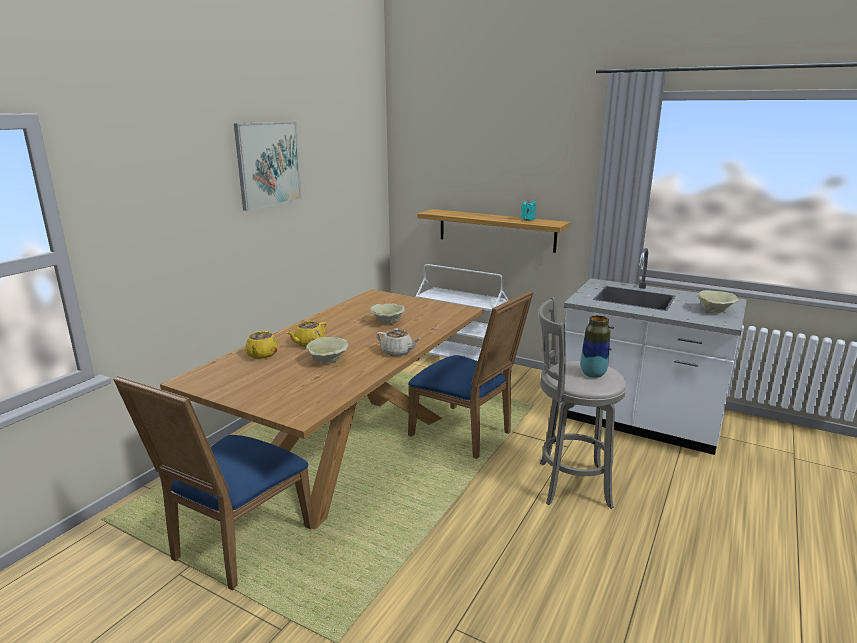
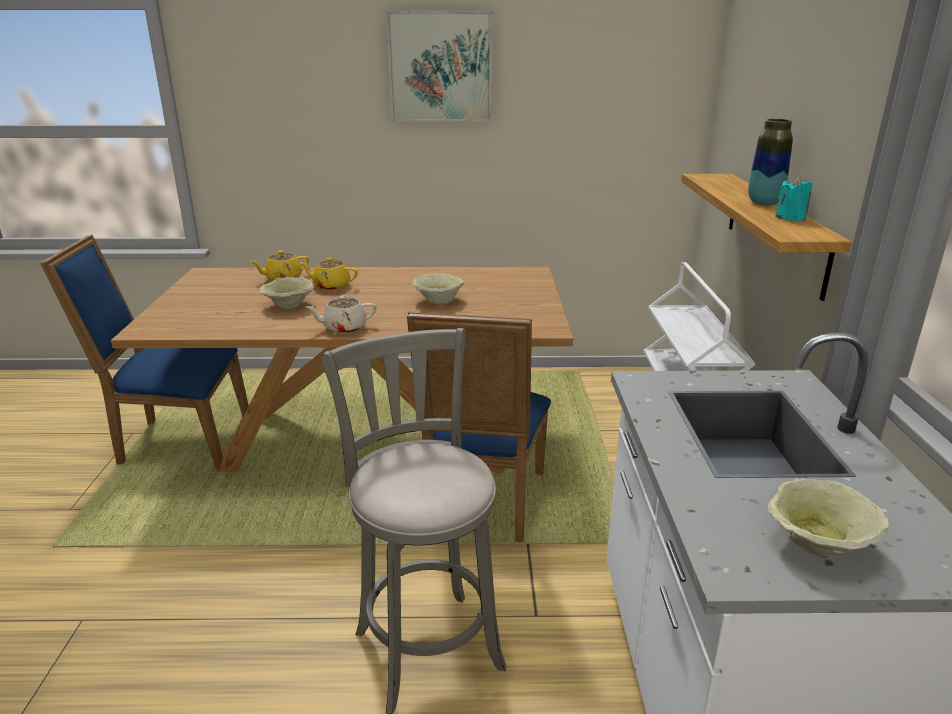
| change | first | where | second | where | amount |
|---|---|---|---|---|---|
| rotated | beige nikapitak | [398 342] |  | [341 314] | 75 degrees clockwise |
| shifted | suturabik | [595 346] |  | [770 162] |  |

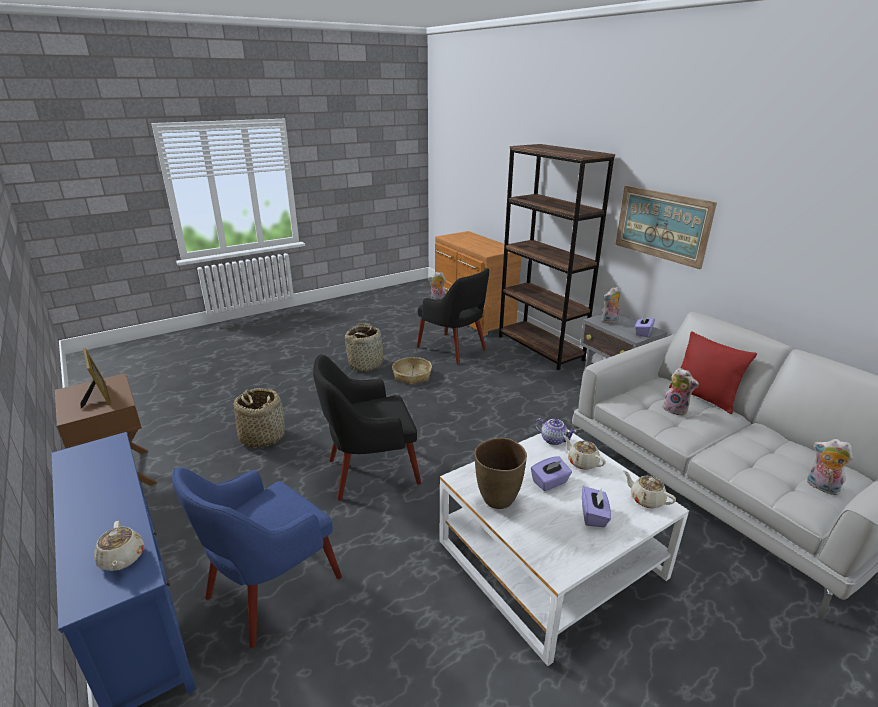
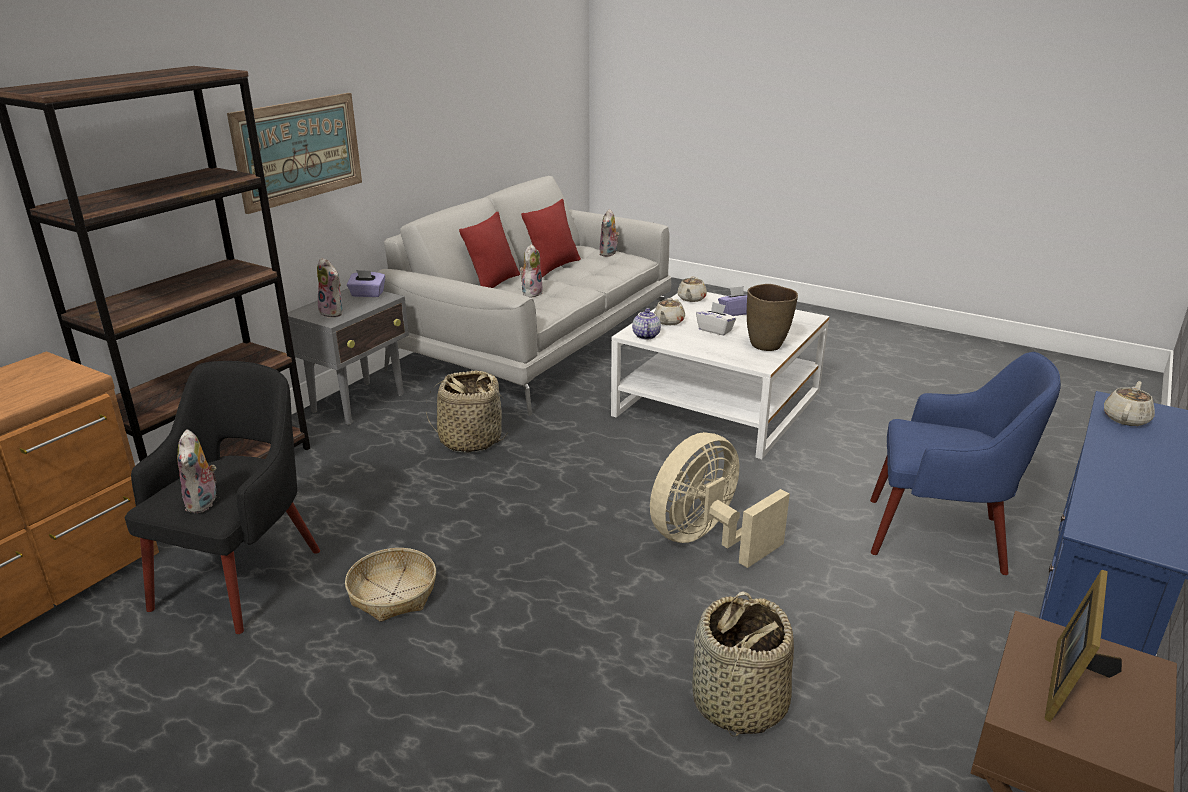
| change | first | where | second | where | amount |
|---|---|---|---|---|---|
| swapped | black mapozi | [367 428] | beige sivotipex | [720 500] |  |
| shifted | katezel | [364 347] |  | [467 411] |  |
| repainted | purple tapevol | [551 473] | white tapevol | [716 319] |  |
| new |  |  | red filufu | [551 238] |  |

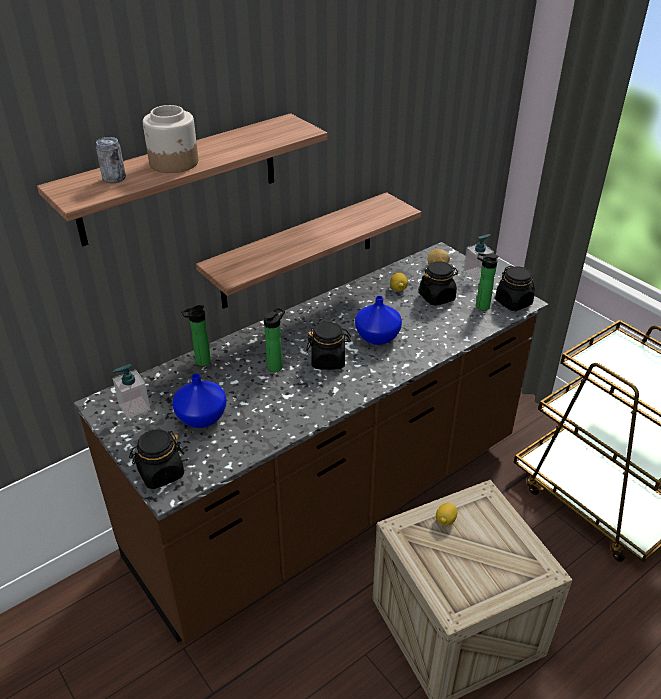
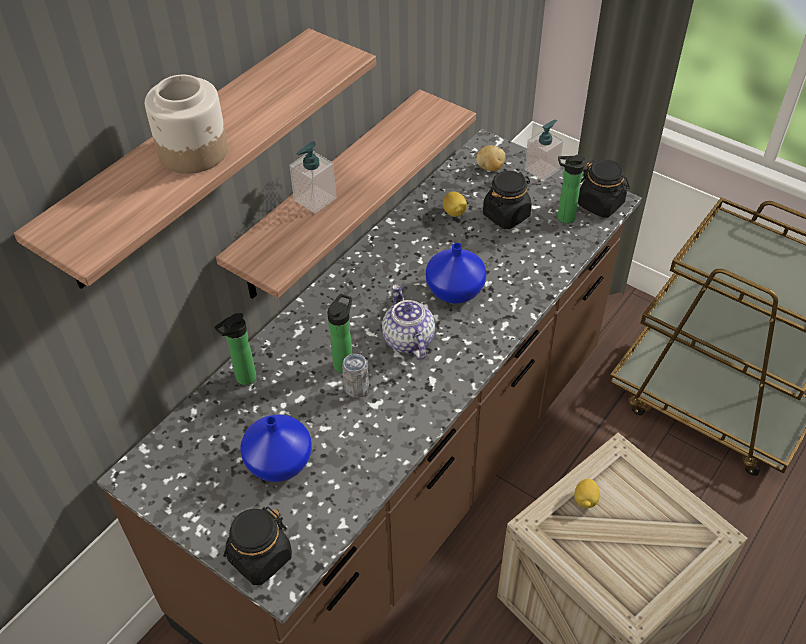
| change | first | where | second | where | amount |
|---|---|---|---|---|---|
| shifted | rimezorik | [111 160] |  | [355 376] |  |
| shifted | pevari | [131 391] |  | [312 177] |  |
| swapped | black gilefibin | [329 346] | nikapitak | [408 322] |  |

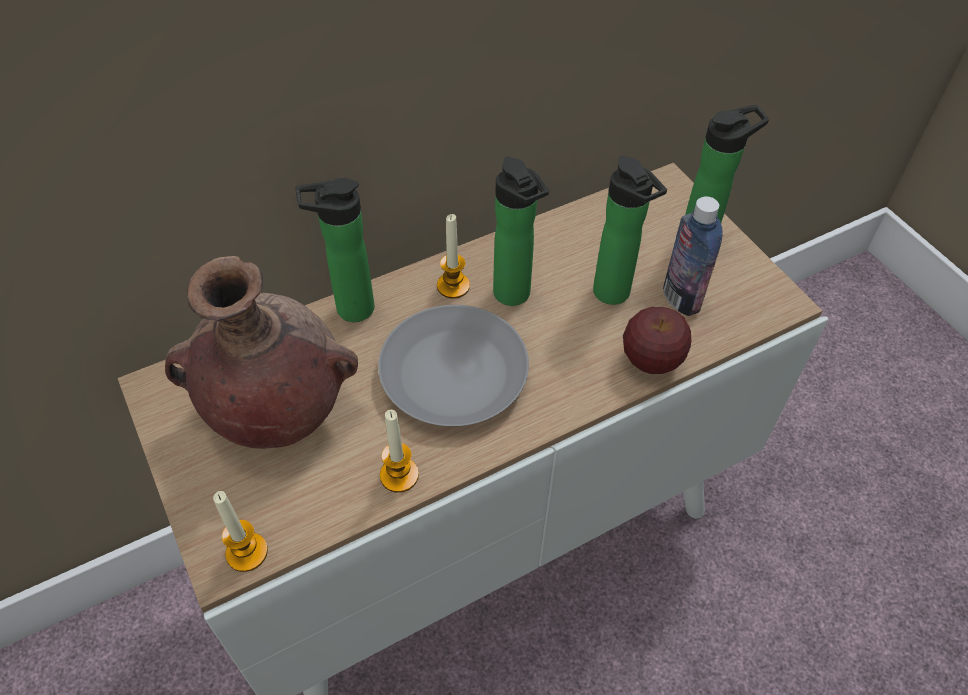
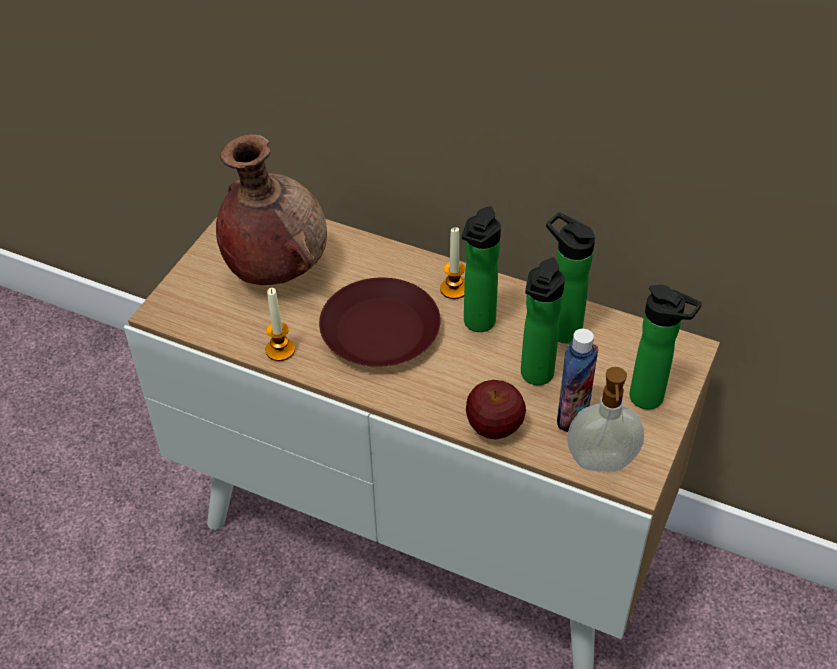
| change | first | where | second | where | amount |
|---|---|---|---|---|---|
| gone | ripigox | [240 531] |  |  |  |
| shifted | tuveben | [335 250] |  | [570 277] |  |
| repainted | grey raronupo | [453 365] | brown raronupo | [379 322] |  |
| new |  |  | pevari | [605 419] |  |

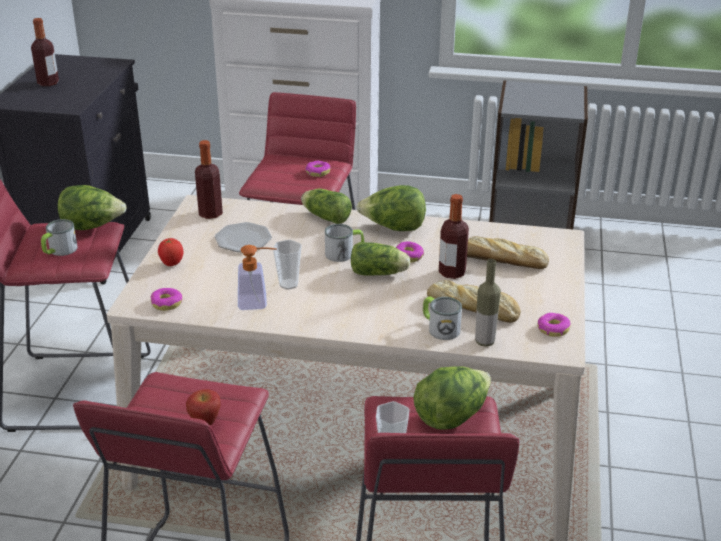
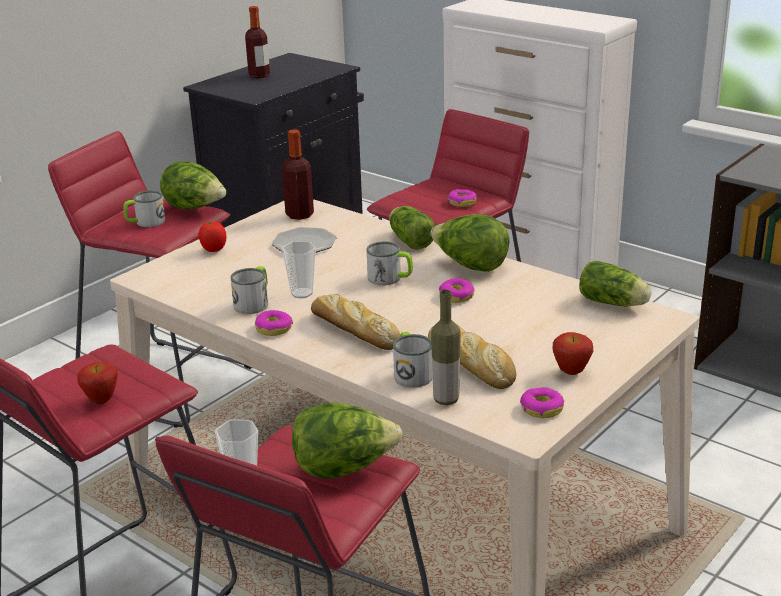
| change | first | where | second | where | amount |
|---|---|---|---|---|---|
| shifted | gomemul | [166 299] |  | [274 323] |  |
| swapped | pevari | [257 277] | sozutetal | [249 290] |  |
| shifted | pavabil | [380 259] |  | [615 283] |  |
| gone | tuveben | [454 236] |  |  |  |
| shifted | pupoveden | [508 252] |  | [356 322] |  |
| new |  |  | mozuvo | [573 353] |  |

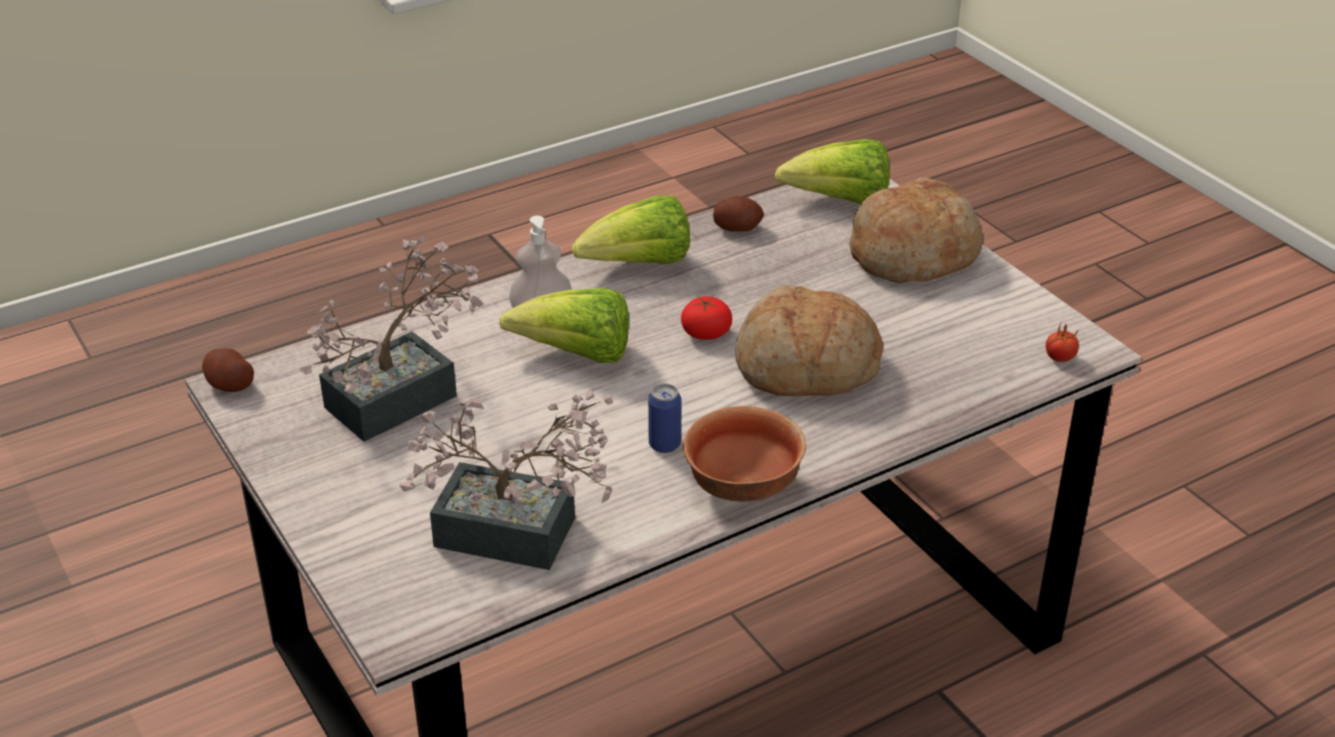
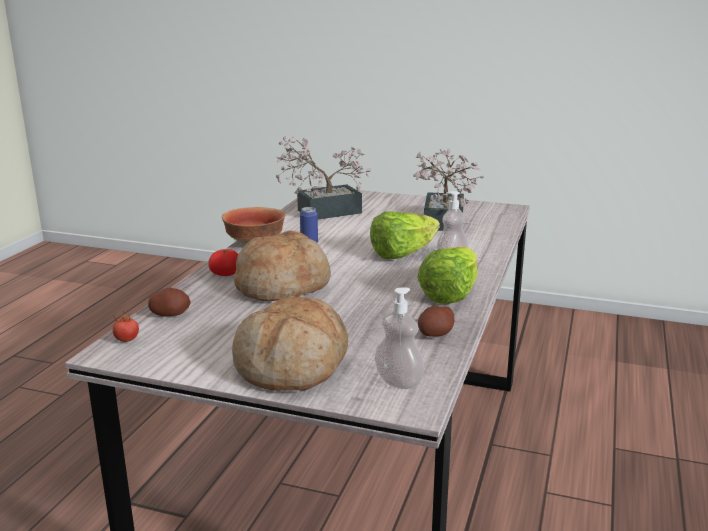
| change | first | where | second | where | amount |
|---|---|---|---|---|---|
| shifted | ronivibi | [228 370] |  | [169 302] |  |
| shifted | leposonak | [706 318] |  | [223 262] |  |
| swapped | pavabil | [832 171] | pevari | [400 338] |  |

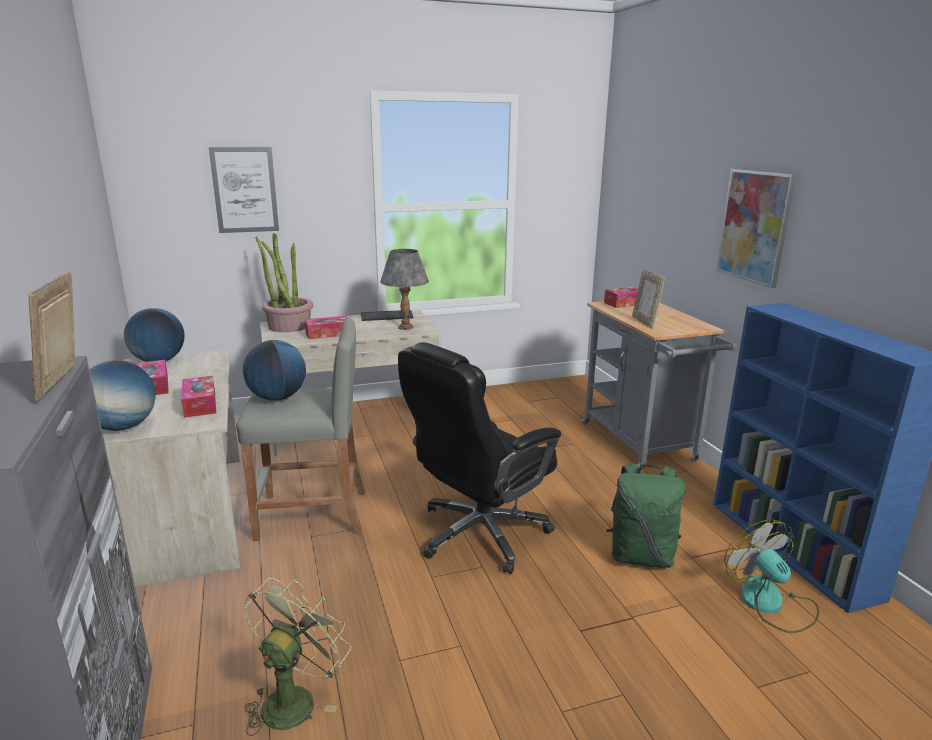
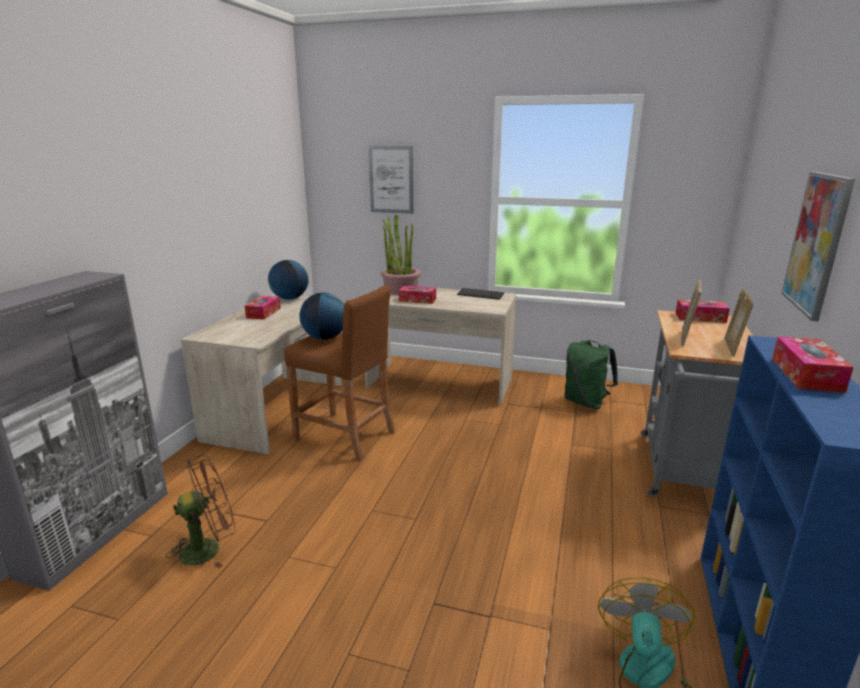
| change | first | where | second | where | amount |
|---|---|---|---|---|---|
| shifted | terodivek | [52 336] |  | [739 323] |  |
| gone | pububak | [122 395] |  |  |  |
| shifted | tapevol | [198 397] |  | [813 364] |  |
| repainted | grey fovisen | [300 429] | brown fovisen | [339 373] |  |
| repainted | green sivotipex | [297 657] | brown sivotipex | [200 512] |  |
| gone | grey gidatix | [404 289] |  |  |  |
| gone | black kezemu | [479 458] |  |  |  |
| shifted | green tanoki | [646 515] |  | [591 374] |  |

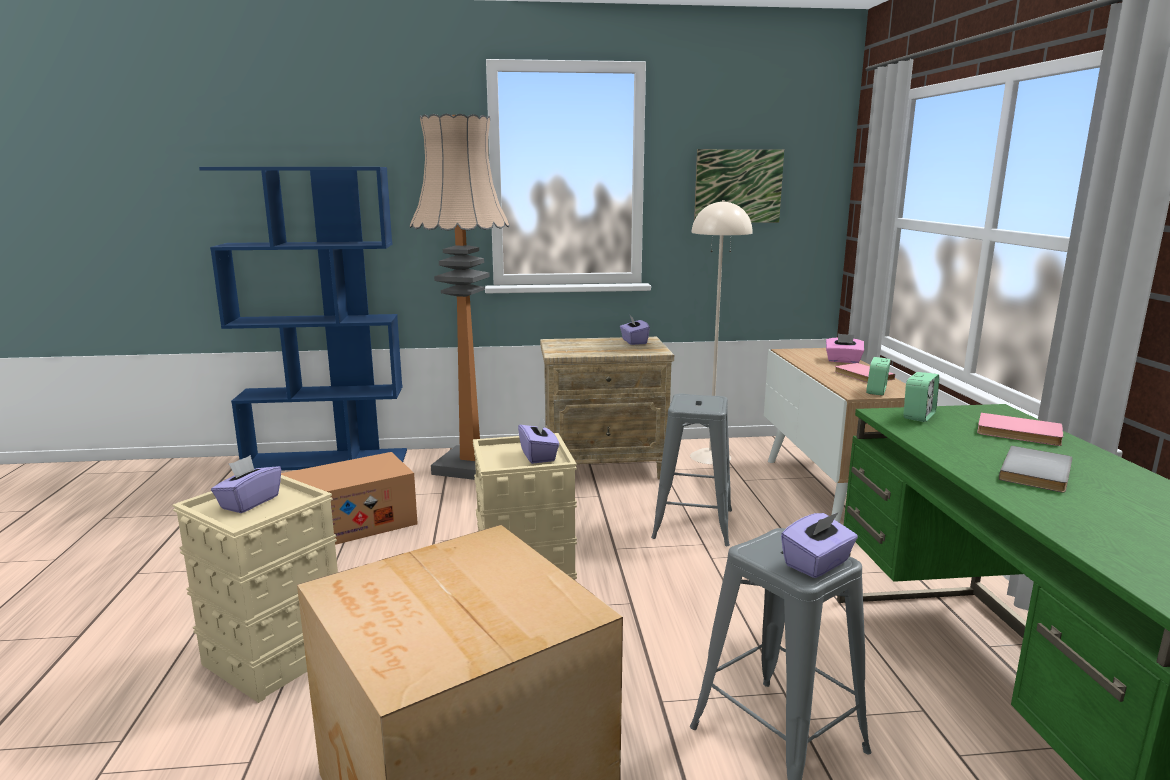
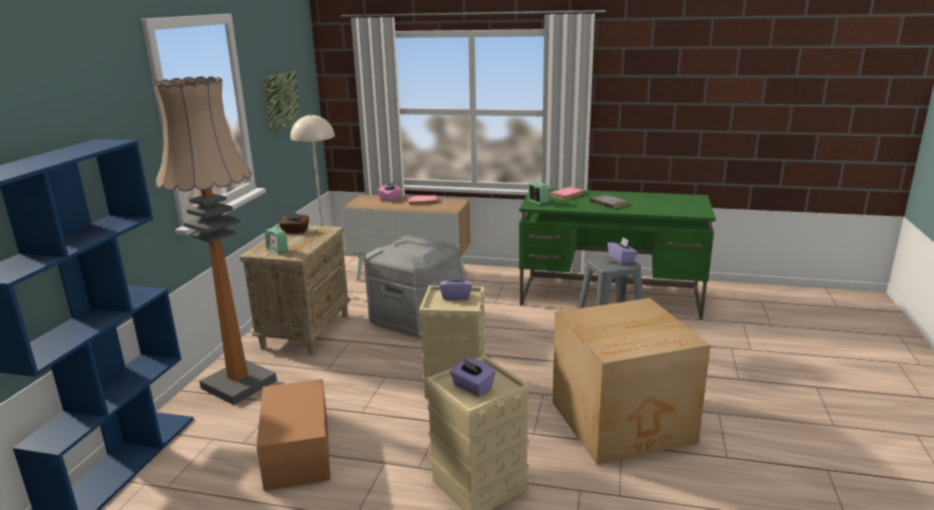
| change | first | where | second | where | amount |
|---|---|---|---|---|---|
| repainted | purple tapevol | [635 329] | brown tapevol | [294 223] |  |
| swapped | grey fovisen | [691 470] | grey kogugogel | [412 286] |  |
| shifted | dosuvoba | [878 376] |  | [276 240] |  |

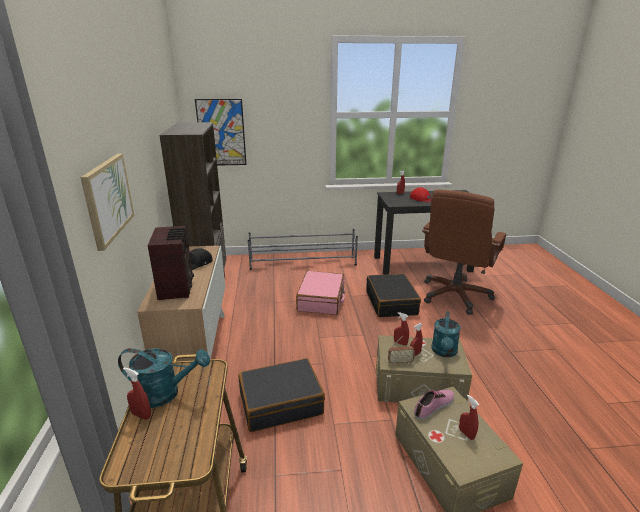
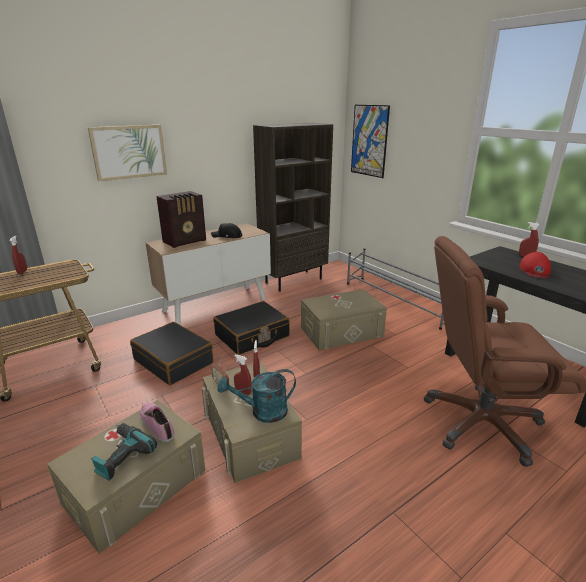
| change | first | where | second | where | amount |
|---|---|---|---|---|---|
| gone | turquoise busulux | [164 378] |  |  |  |
| swapped | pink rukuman | [320 293] | beige kogugogel | [344 320] |  |
| shifted | black rukuman | [393 295] |  | [251 328] |  |
| rotated | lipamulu | [434 404] |  | [157 422] | 150 degrees counterclockwise |
| swapped | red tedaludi | [469 417] | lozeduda | [124 451] |  |

